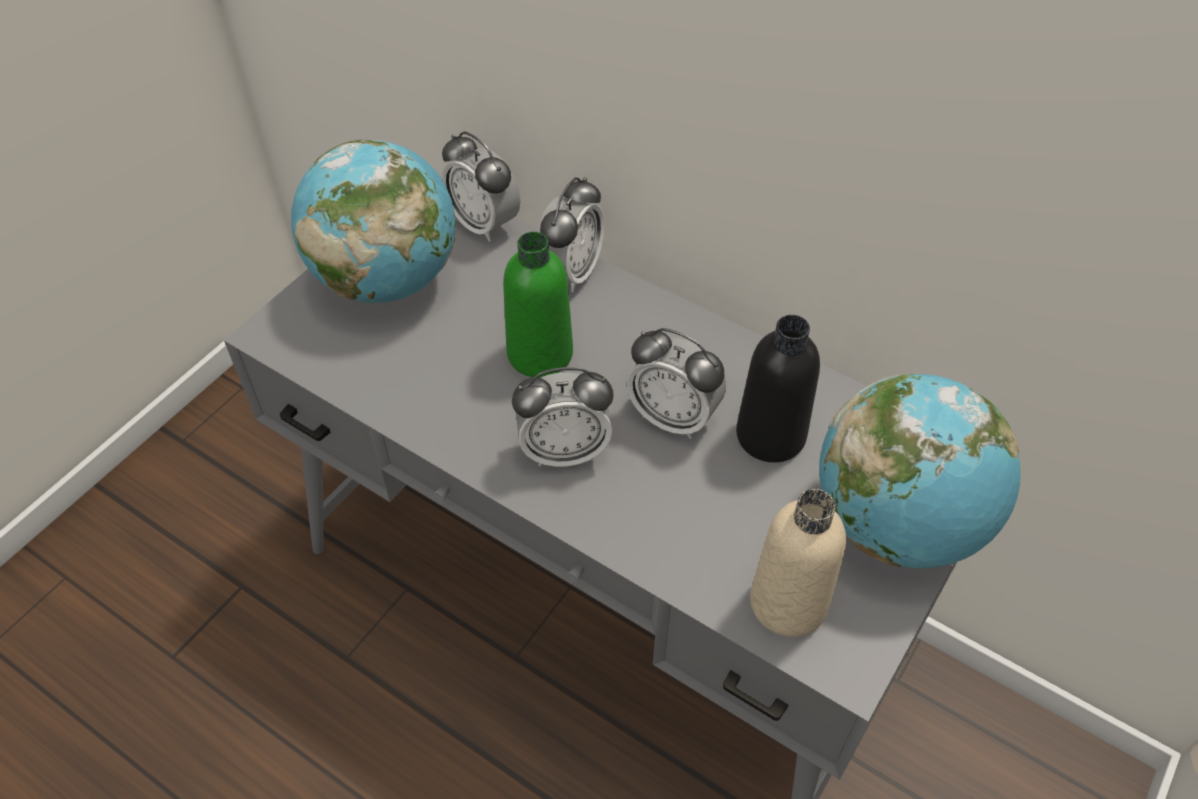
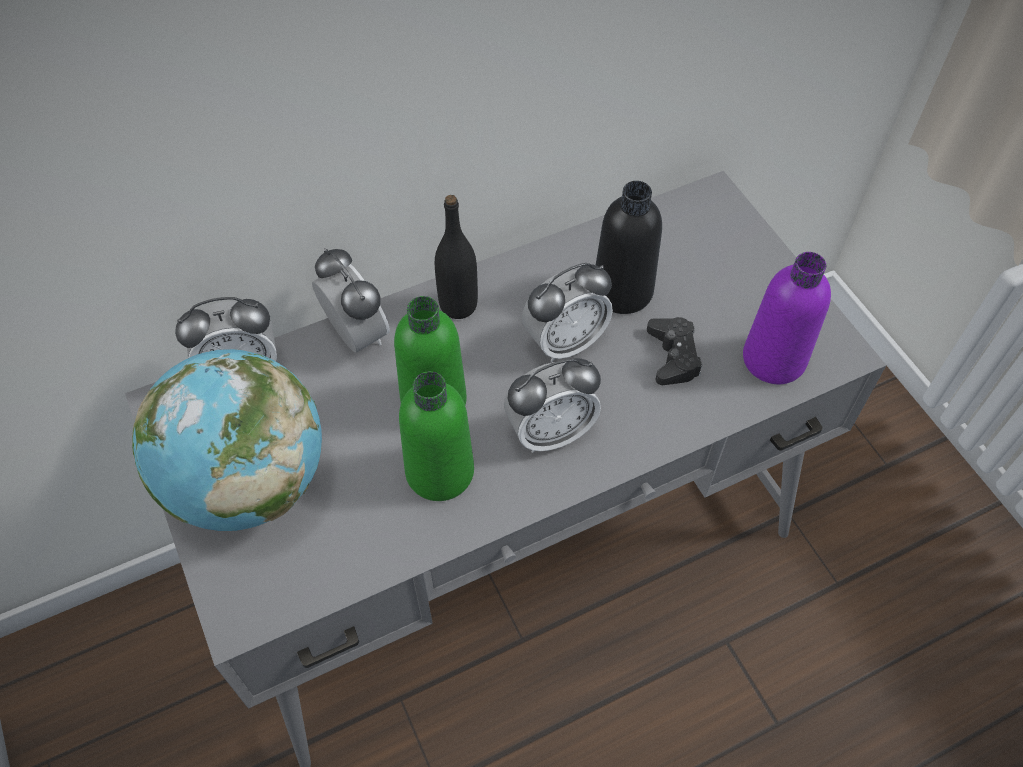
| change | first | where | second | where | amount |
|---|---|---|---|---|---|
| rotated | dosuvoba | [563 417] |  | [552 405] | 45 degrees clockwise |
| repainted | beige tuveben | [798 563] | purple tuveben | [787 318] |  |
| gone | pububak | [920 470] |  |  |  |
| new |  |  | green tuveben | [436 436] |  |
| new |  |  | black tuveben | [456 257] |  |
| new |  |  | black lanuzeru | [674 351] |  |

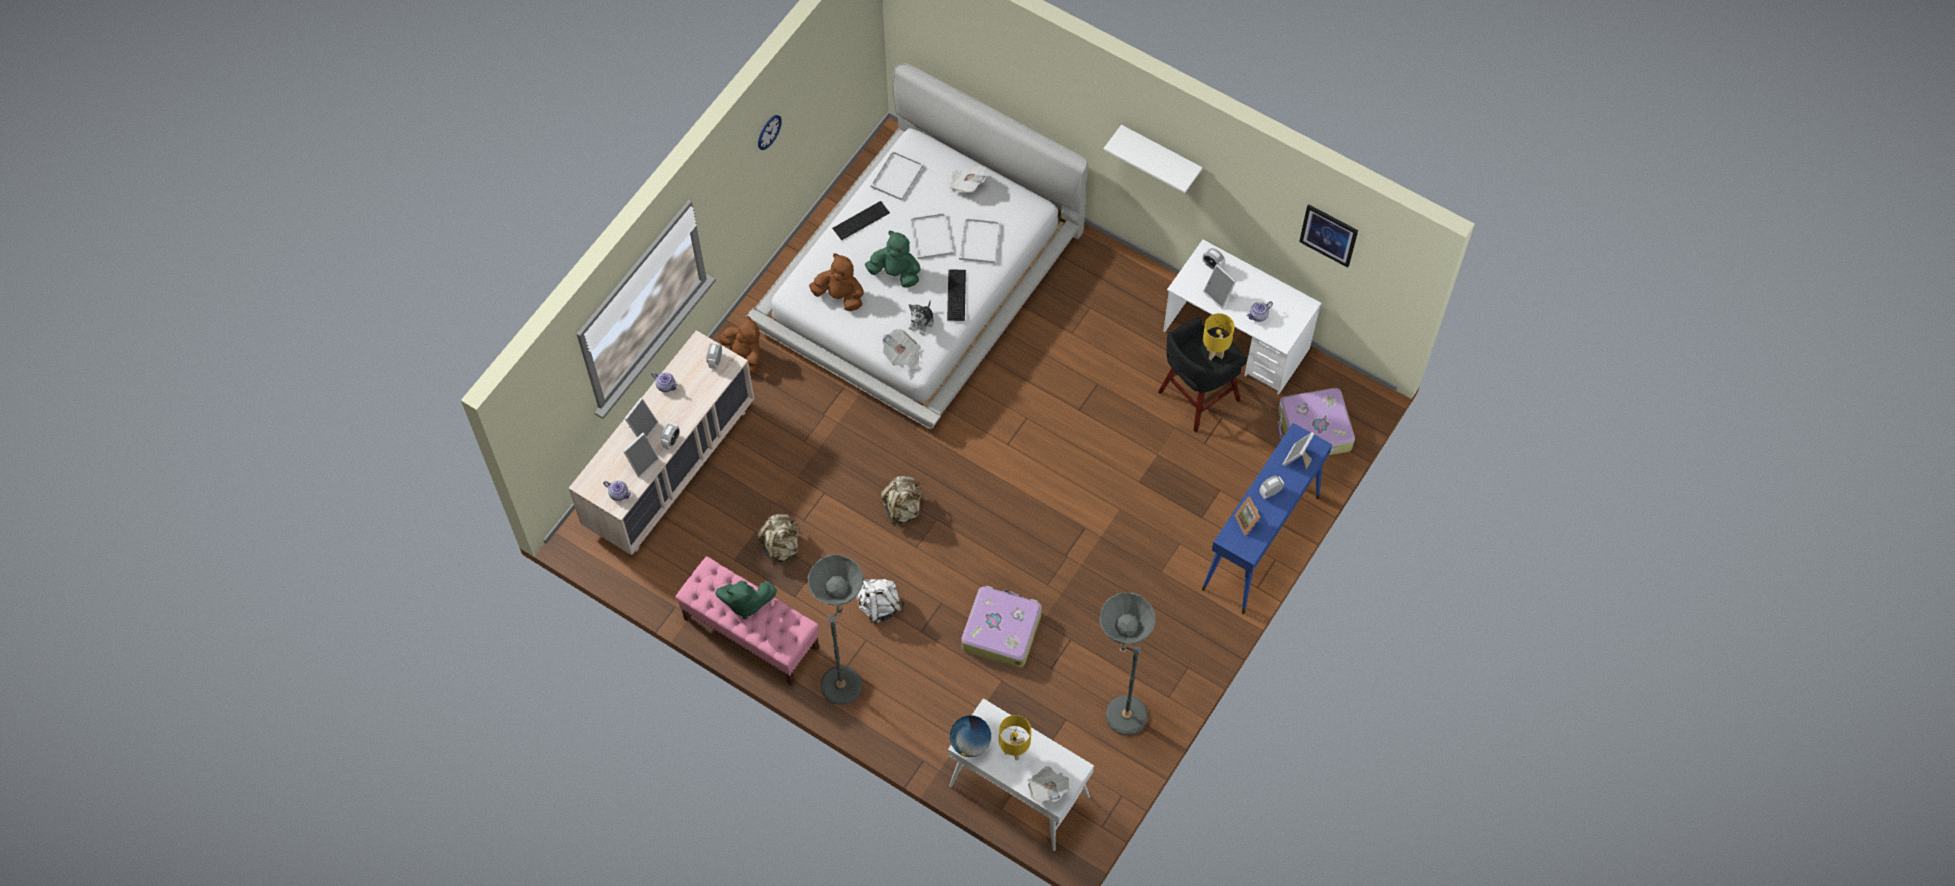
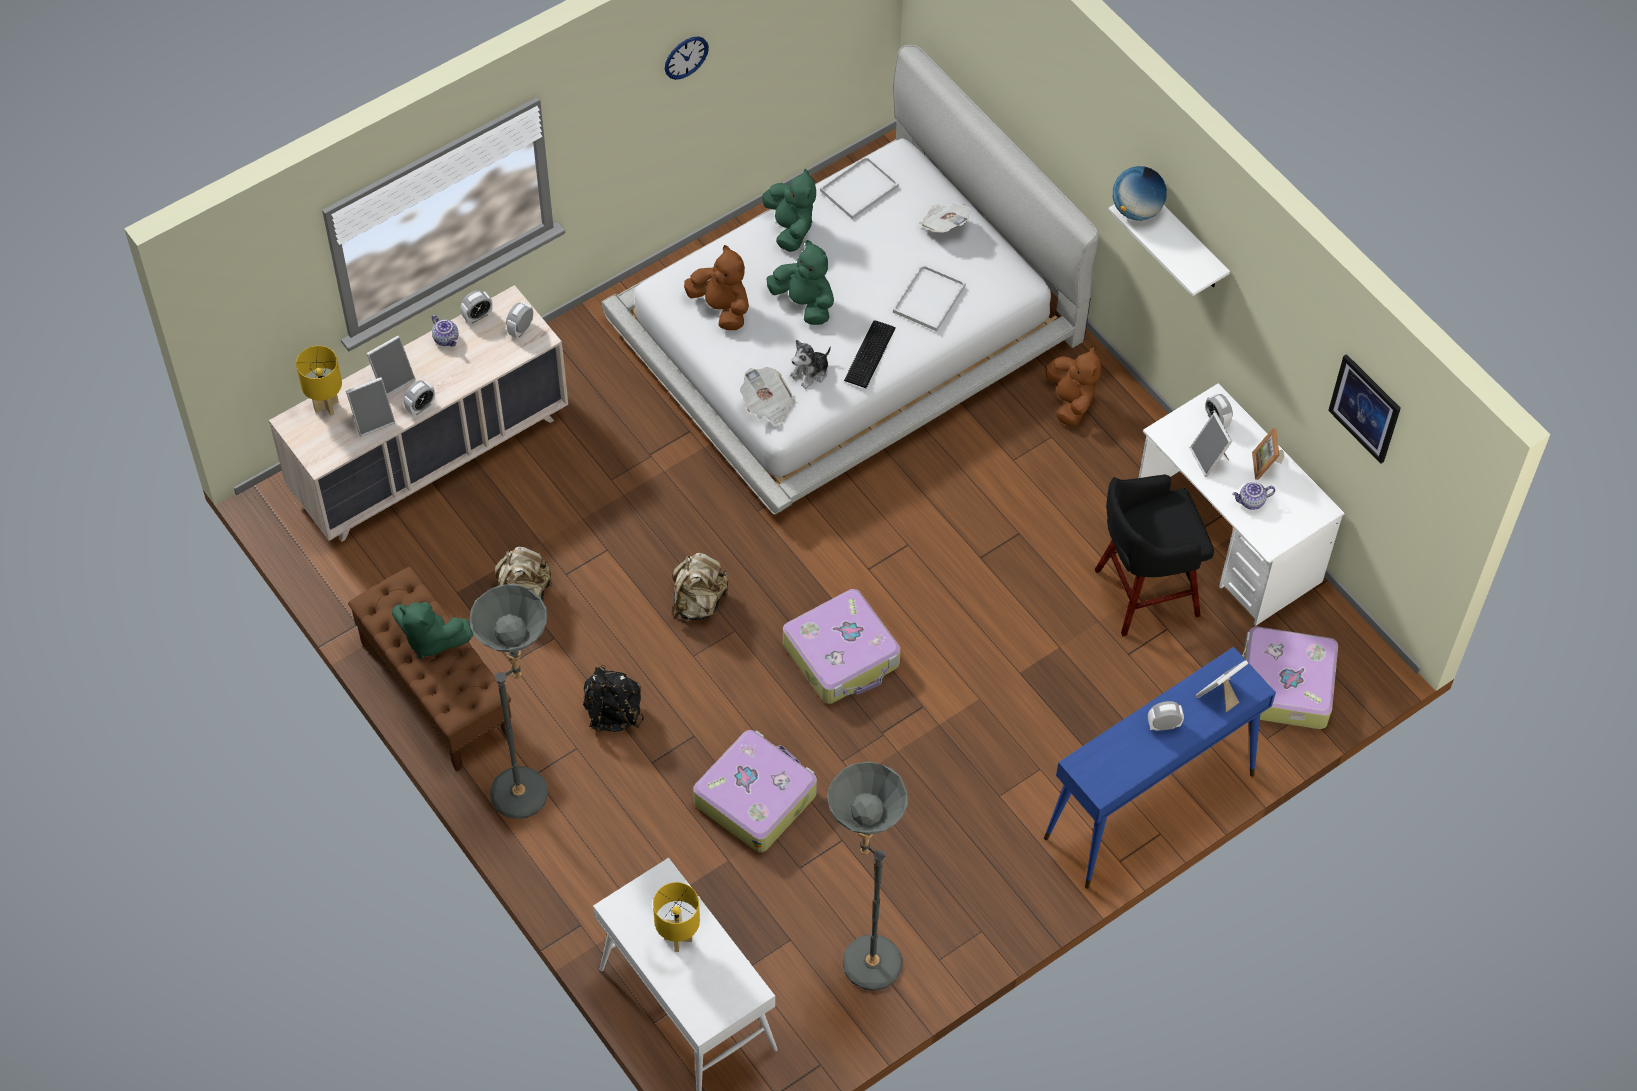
| change | first | where | second | where | amount |
|---|---|---|---|---|---|
| gone | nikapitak | [617 491] |  |  |  |
| repainted | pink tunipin | [747 621] | brown tunipin | [429 669] |  |
| shifted | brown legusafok | [739 345] |  | [1073 386] |  |
| swapped | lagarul | [861 220] | green legusafok | [789 210] |  |
| repainted | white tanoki | [880 601] | black tanoki | [613 698] |  |
| gone | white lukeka | [931 236] |  |  |  |
| shifted | pububak | [970 736] |  | [1140 193] |  |
| gone | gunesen | [1048 784] |  |  |  |
| shifted | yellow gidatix | [1219 336] |  | [319 381] |  |
| shifted | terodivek | [1247 516] |  | [1268 454] |  |
| new |  |  | dosuvoba | [476 307] |  |
| new |  |  | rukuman | [842 646] |  |

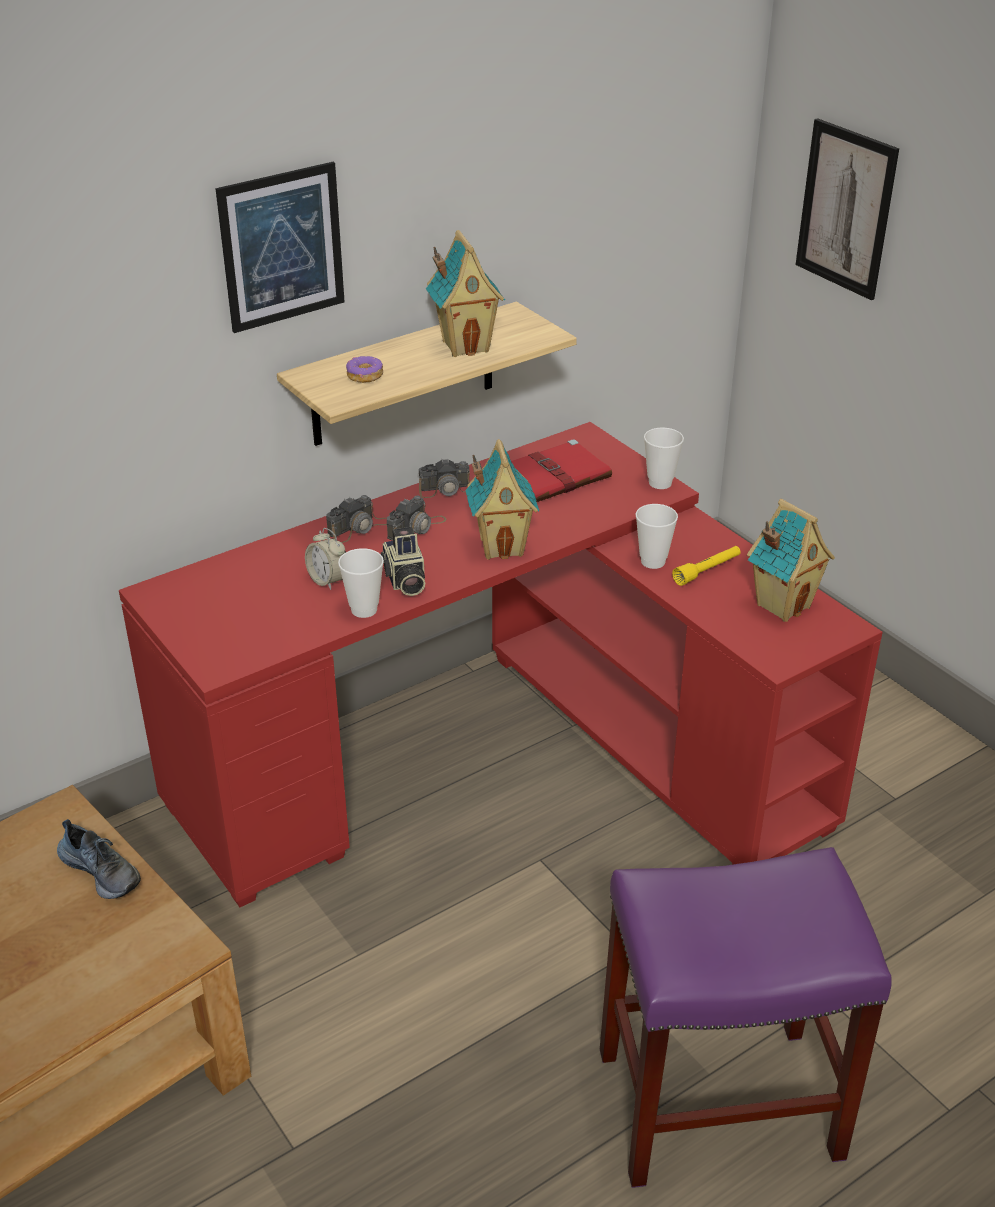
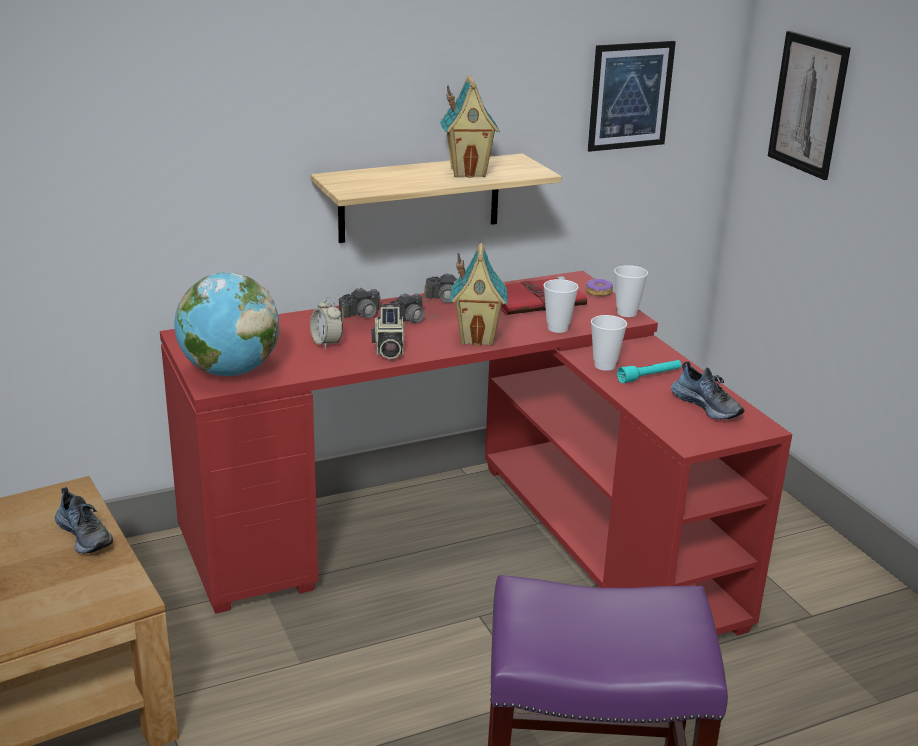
| change | first | where | second | where | amount |
|---|---|---|---|---|---|
| shifted | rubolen | [280 247] |  | [632 96] |  |
| shifted | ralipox | [361 583] |  | [561 306] |  |
| shifted | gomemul | [364 369] |  | [599 288] |  |
| repainted | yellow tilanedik | [706 566] | turquoise tilanedik | [649 371] |  |
| swapped | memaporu | [791 560] | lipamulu | [708 390] |  |
| new |  |  | pububak | [226 324] |  |

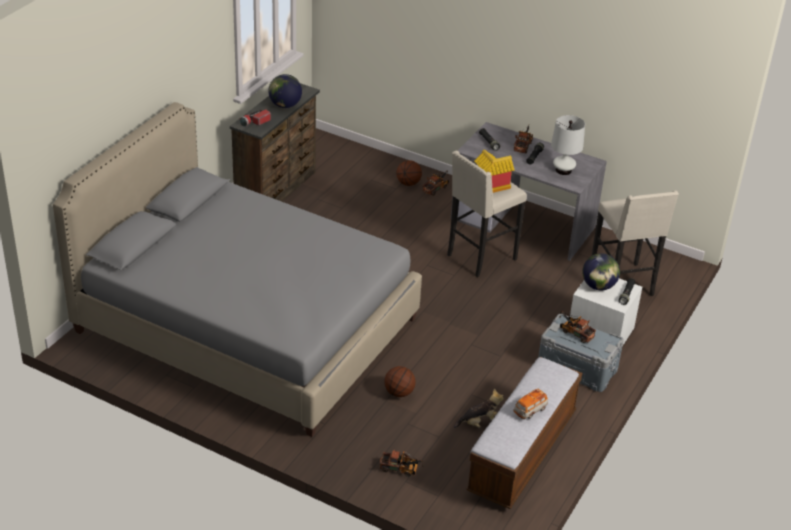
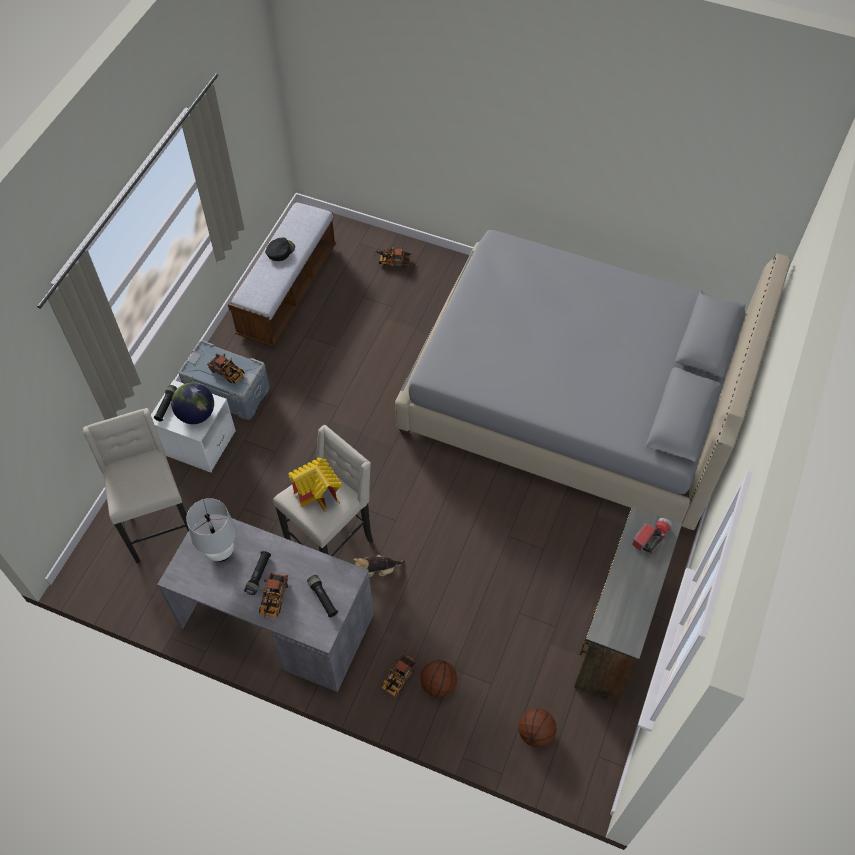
| change | first | where | second | where | amount |
|---|---|---|---|---|---|
| gone | pububak | [285 91] |  |  |  |
| shifted | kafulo | [400 381] |  | [537 728] |  |
| shifted | legusafok | [479 408] |  | [379 566] |  |
| swapped | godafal | [530 403] | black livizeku | [280 249] |  |

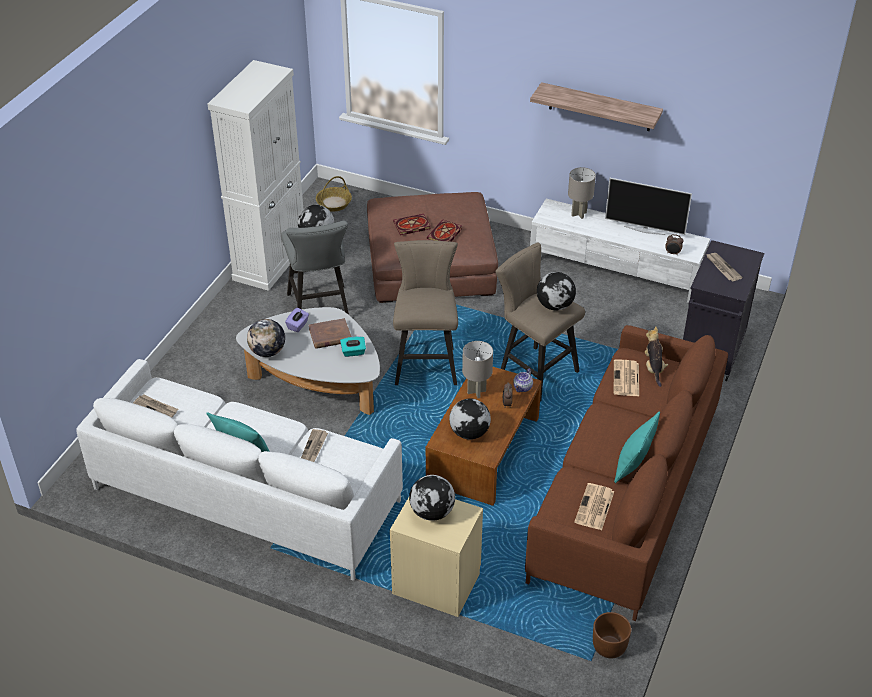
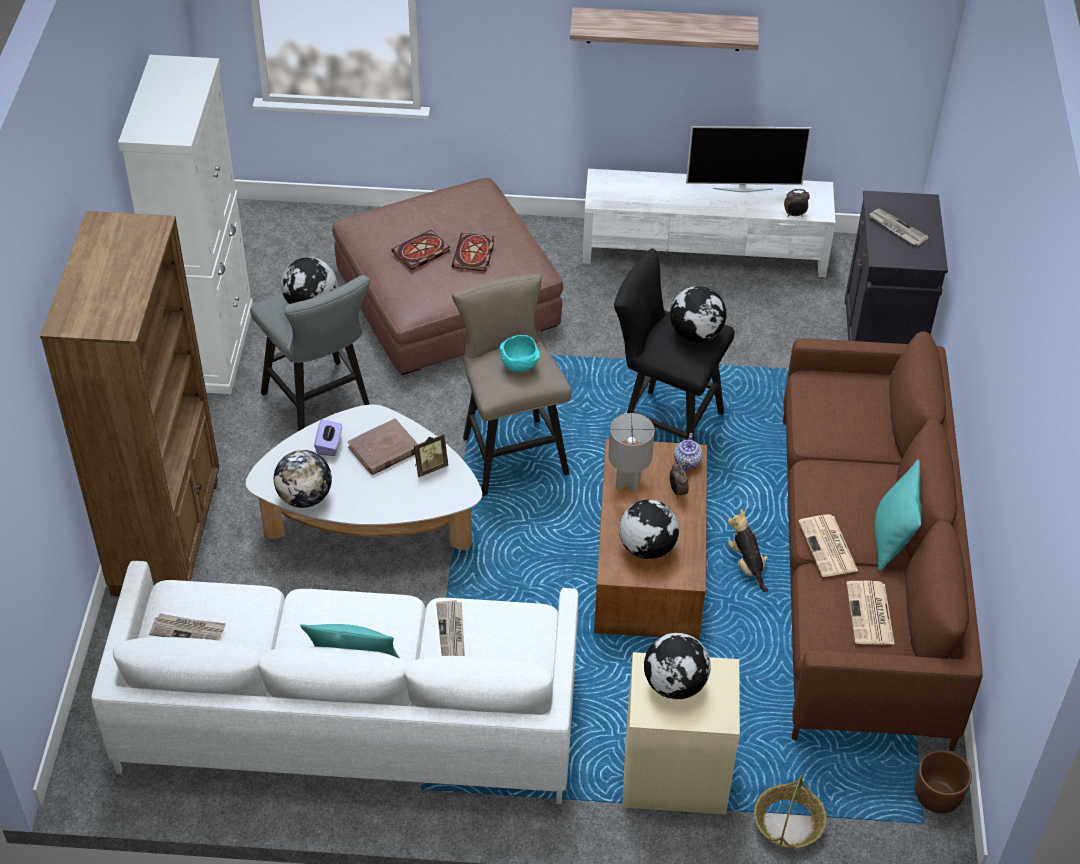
| change | first | where | second | where | amount |
|---|---|---|---|---|---|
| shifted | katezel | [334 194] |  | [790 811] |  |
| swapped | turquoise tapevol | [353 346] | terodivek | [431 455] |  |
| repainted | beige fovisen | [540 321] | black fovisen | [674 344] |  |
| gone | grey gidatix | [582 193] |  |  |  |
| shifted | gunesen | [626 377] |  | [828 545] |  |
| shifted | legusafok | [656 356] |  | [748 550] |  |
| new |  |  | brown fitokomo | [129 403] |  |
| new |  |  | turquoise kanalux | [520 353] |  |

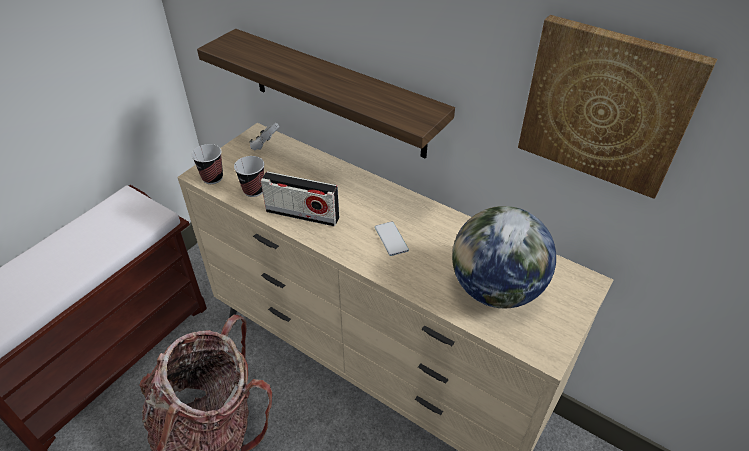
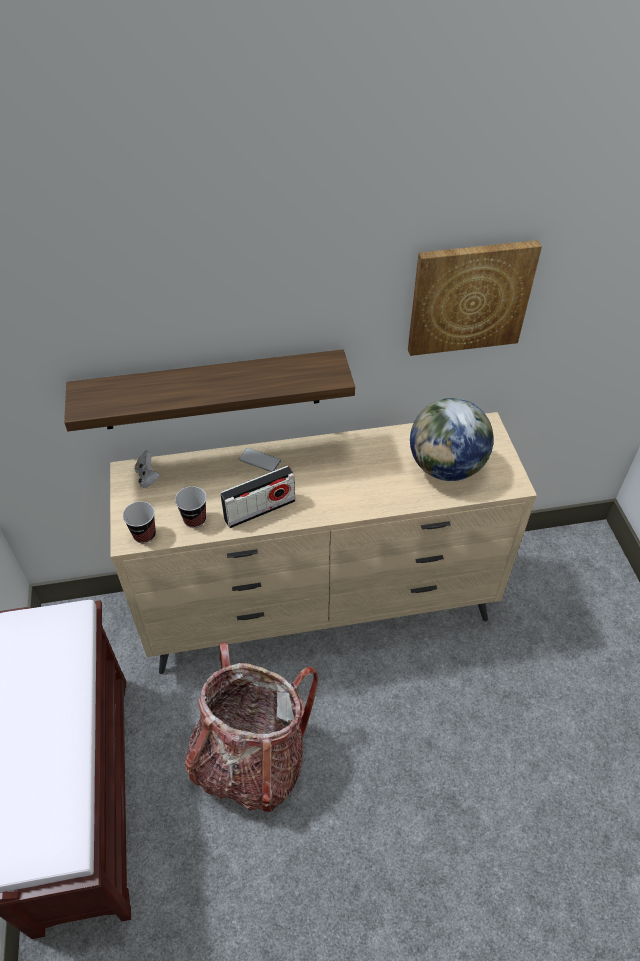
| change | first | where | second | where | amount |
|---|---|---|---|---|---|
| shifted | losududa | [392 238] |  | [260 460] |  |

